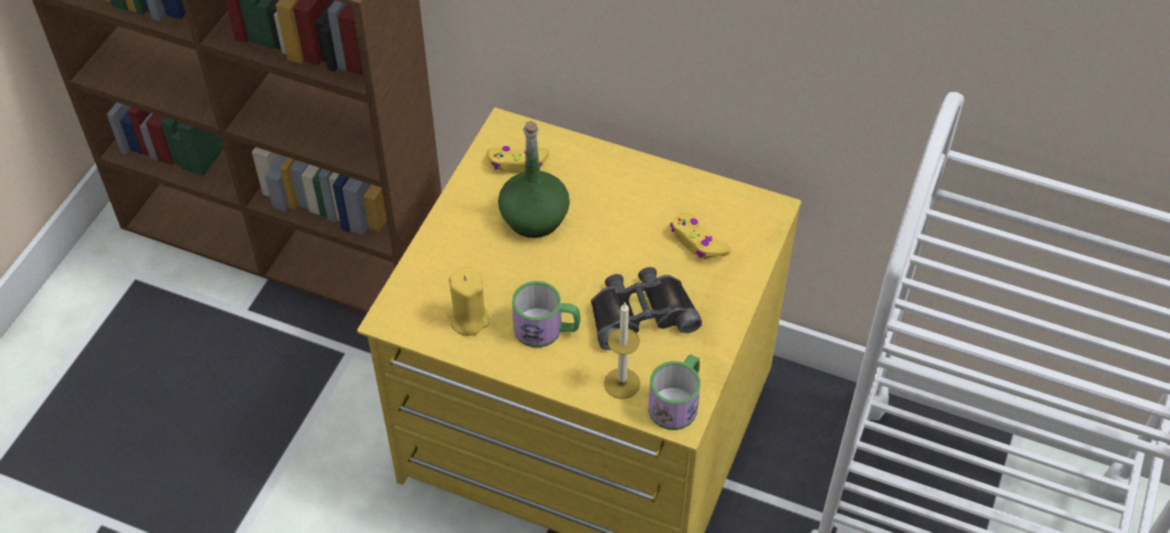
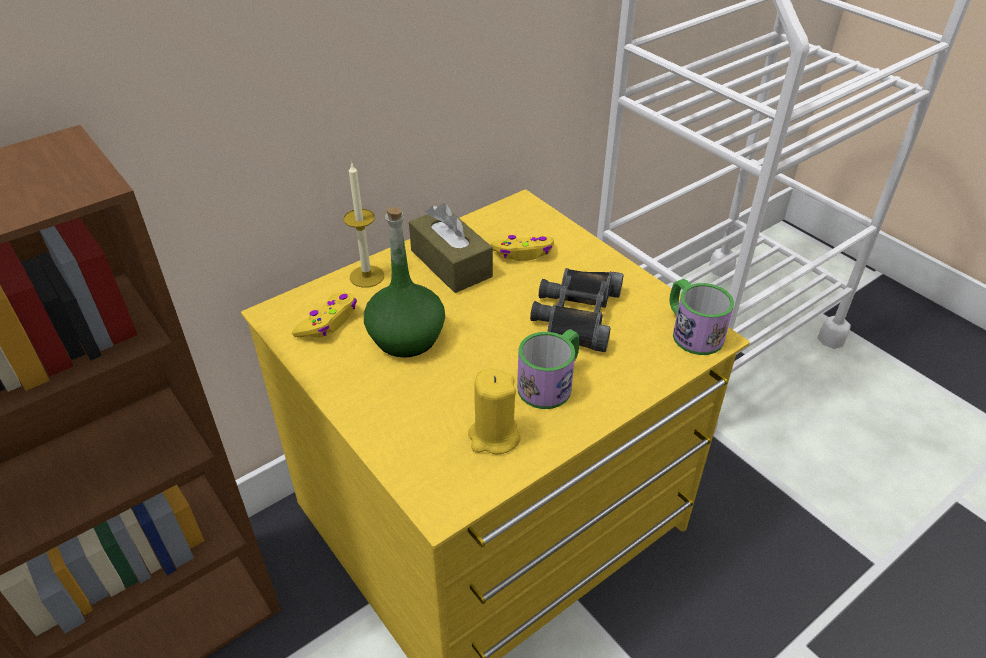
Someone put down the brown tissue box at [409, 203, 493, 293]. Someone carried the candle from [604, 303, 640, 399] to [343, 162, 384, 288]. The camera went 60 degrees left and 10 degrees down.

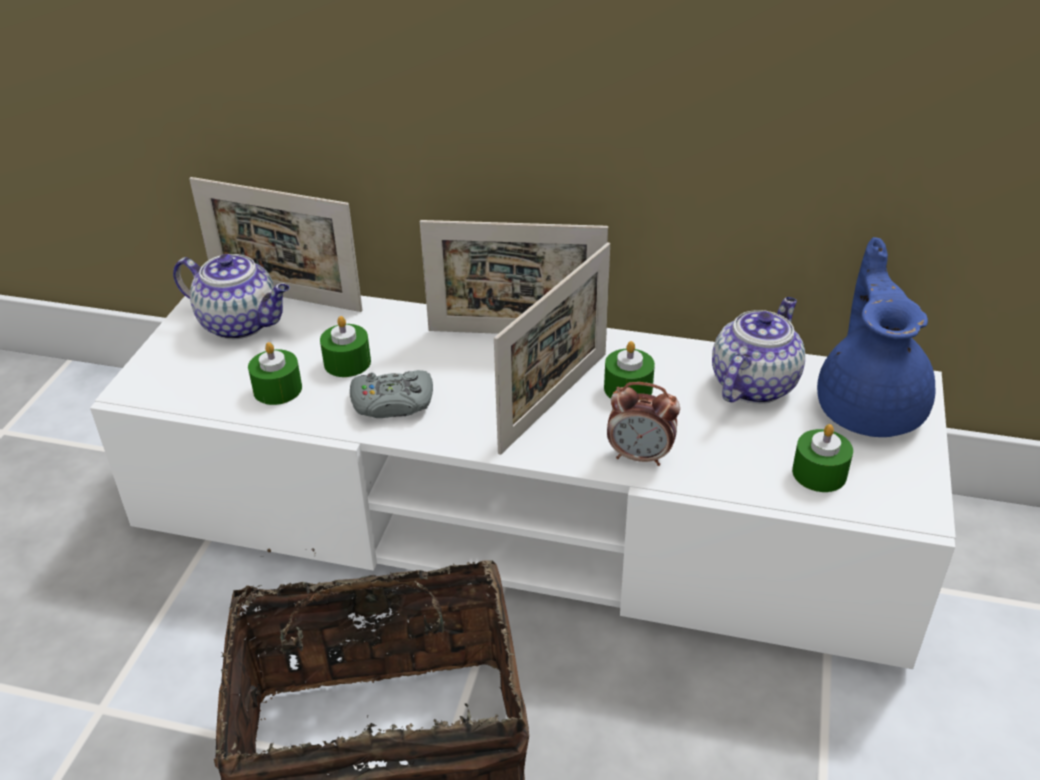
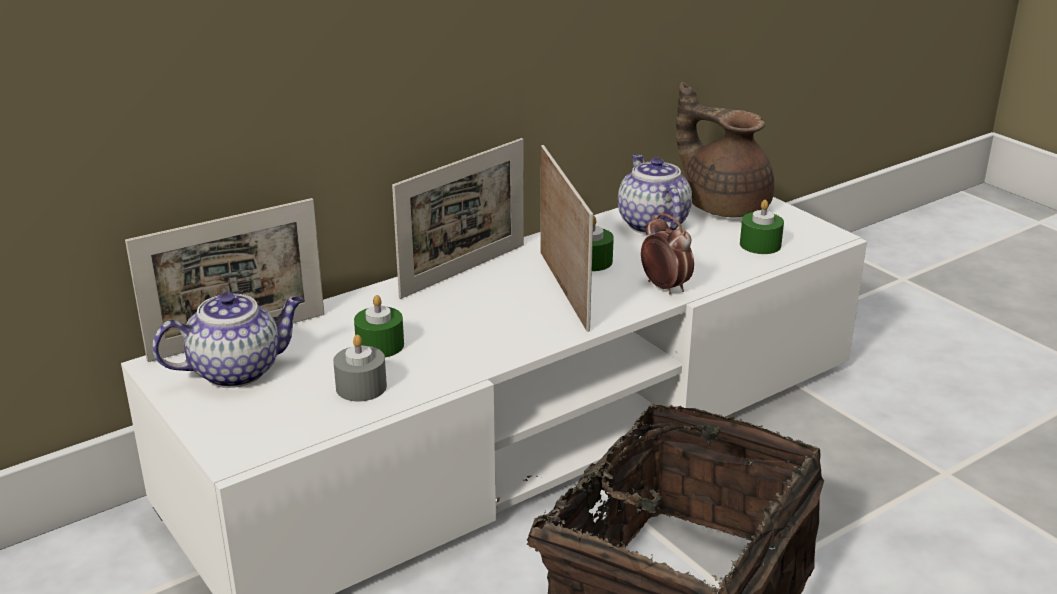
Someone took away the grey game controller at [350, 370, 433, 418]. Someone repainted the green candle at [248, 342, 302, 405], which became the grey candle at [333, 335, 387, 401]. Someone repainted the blue teapot at [817, 237, 935, 437], which became the brown teapot at [676, 82, 774, 217]. Someone rotated the alarm clock at [607, 382, 680, 466] by 90 degrees counterclockwise. The camera went 50 degrees left and 10 degrees down.

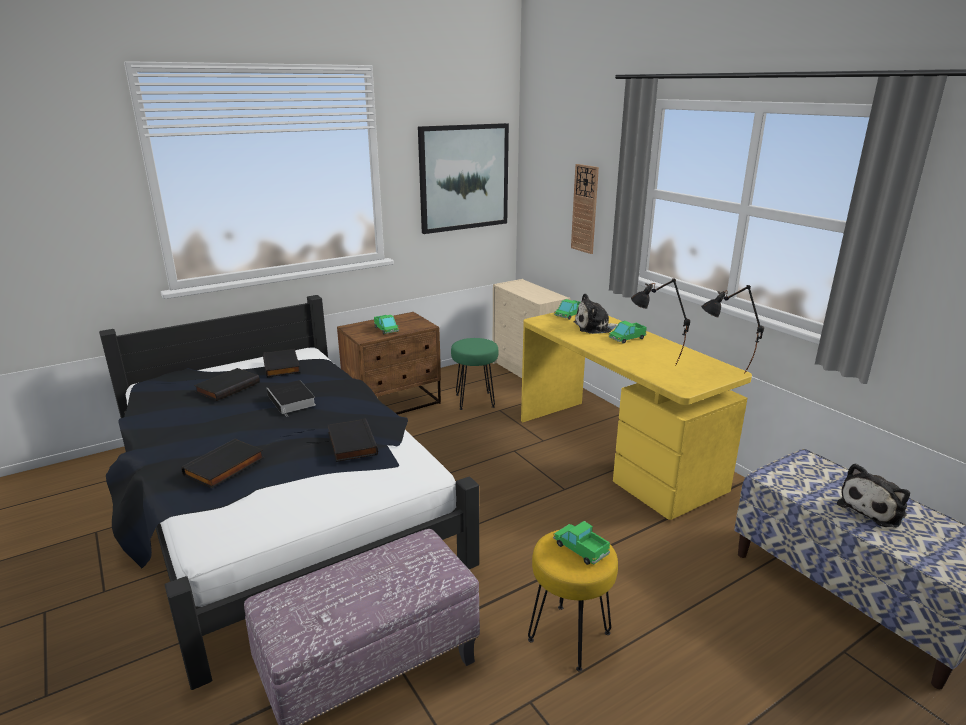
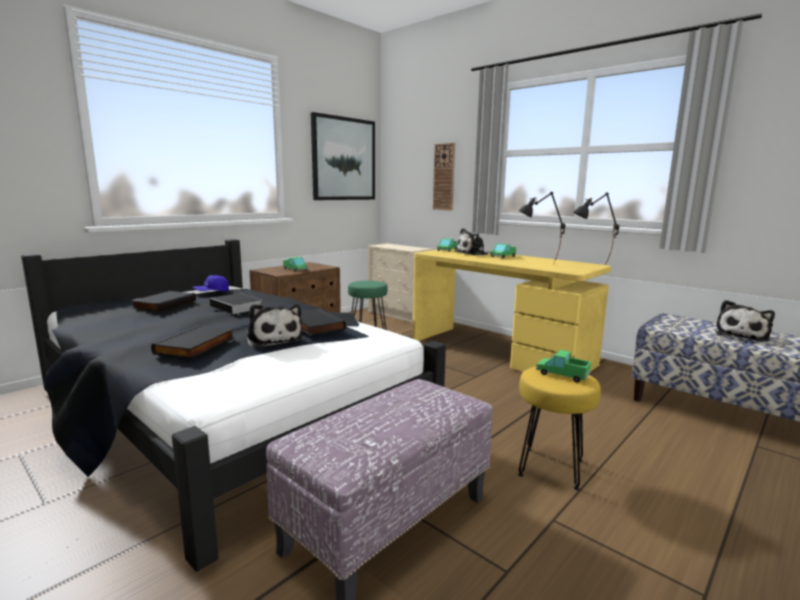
Someone put down the plush toy at [246, 304, 303, 349]. Someone swapped the black book at [263, 349, 300, 377] for the blue cap at [193, 275, 229, 292]. The camera went 15 degrees left and 10 degrees down.

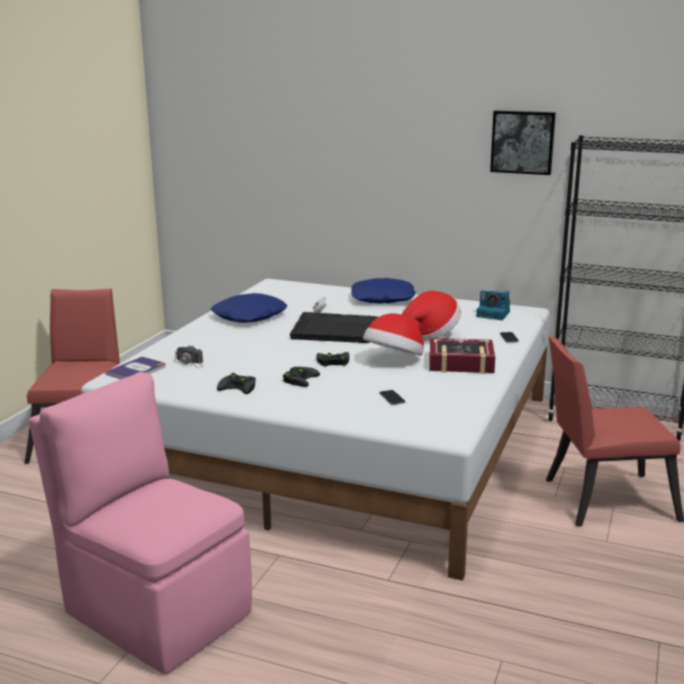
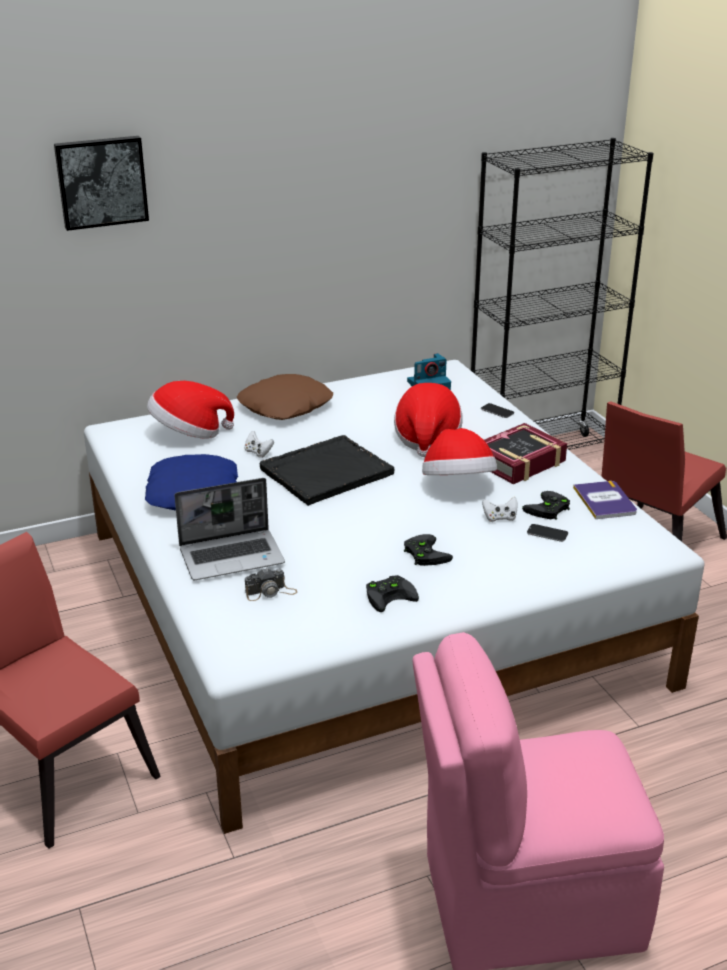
Someone put down the hat at [147, 381, 234, 439]. Someone put down the laptop at [174, 478, 285, 580]. Someone put down the white game controller at [482, 497, 517, 522]. Someone carried the book from [105, 356, 166, 379] to [573, 481, 637, 519]. Someone carried the black game controller from [317, 352, 350, 367] to [522, 491, 570, 520]. Someone carried the picture from [490, 111, 556, 175] to [54, 136, 149, 231]. Someone repainted the blue pillow at [351, 278, 415, 303], which became the brown pillow at [237, 374, 333, 420]. The camera went 45 degrees left and 10 degrees up.

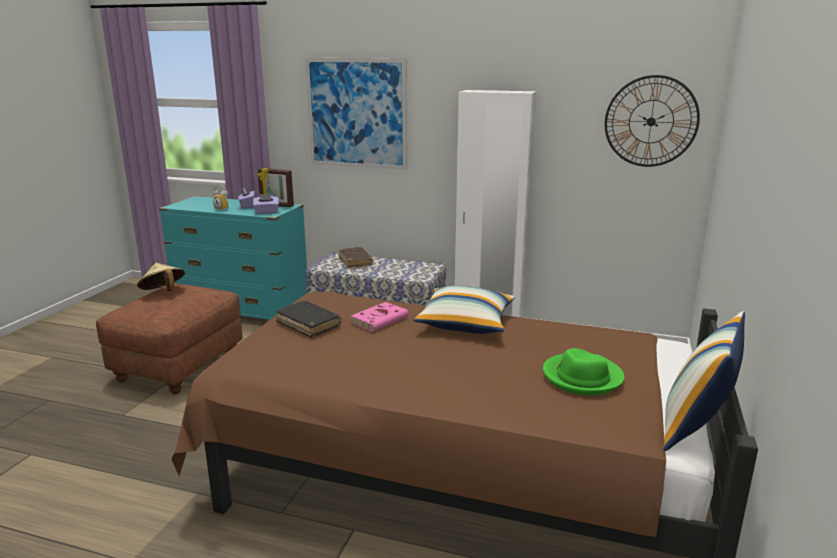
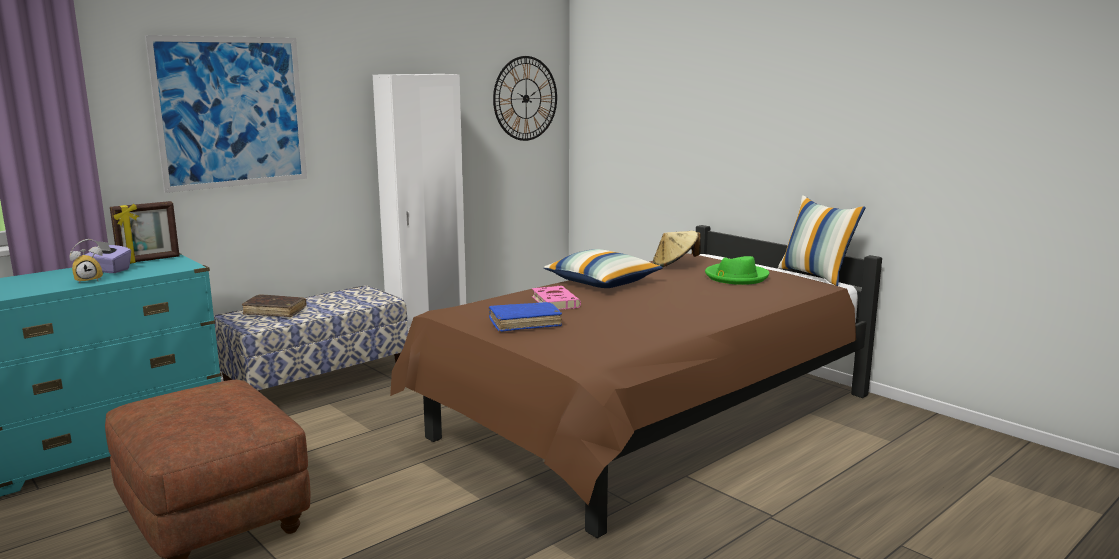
Someone took away the purple tissue box at [253, 194, 279, 214]. Someone carried the beige hat from [137, 263, 185, 291] to [653, 231, 701, 267]. Someone repainted the black book at [276, 301, 341, 338], which became the blue book at [489, 302, 562, 332]. The camera went 60 degrees left and 5 degrees down.

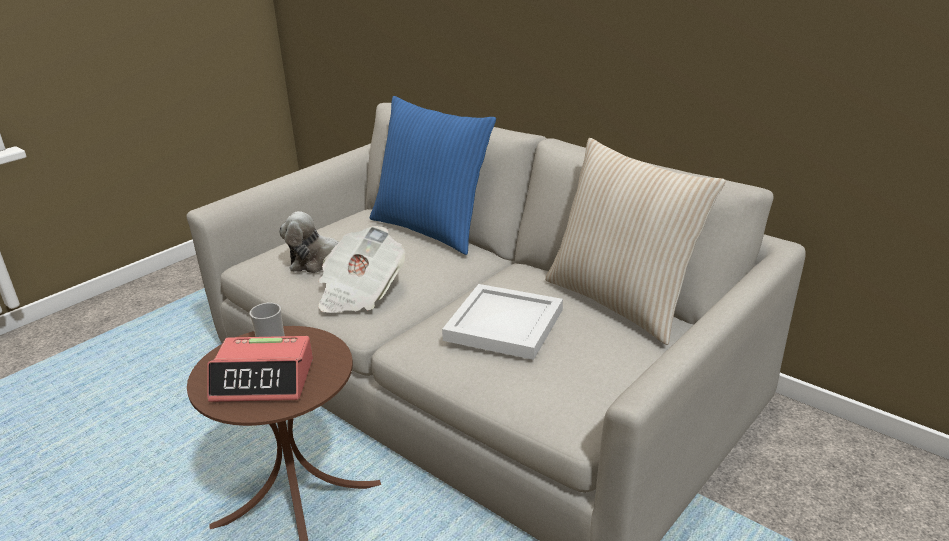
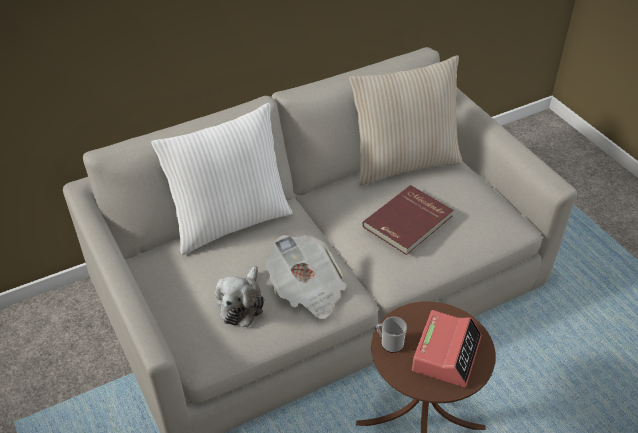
Someone swapped the white tray at [442, 284, 563, 360] for the red book at [362, 185, 453, 255]. Someone repainted the blue pillow at [370, 96, 496, 255], which became the white pillow at [151, 103, 292, 255]. The camera went 70 degrees left and 15 degrees up.

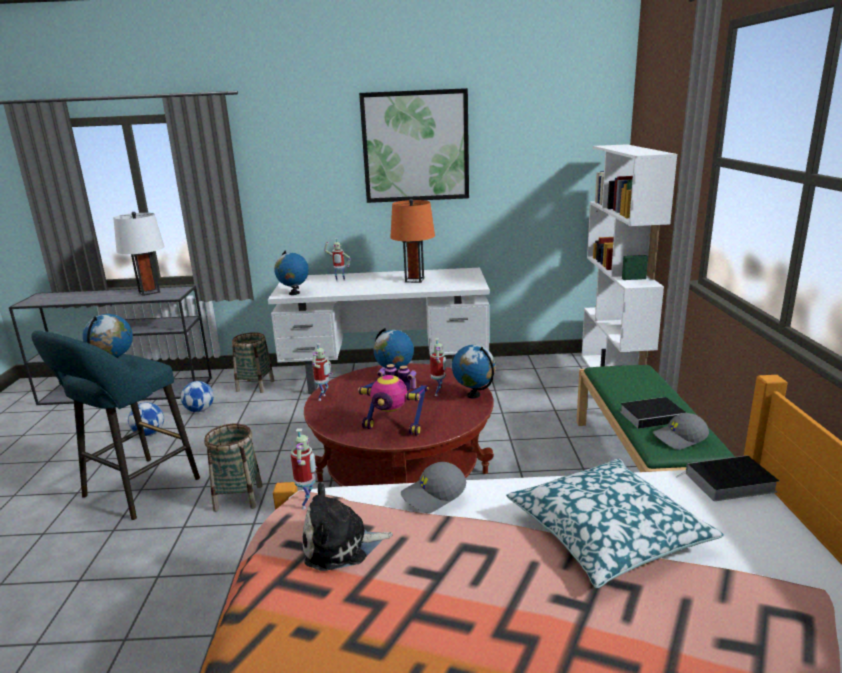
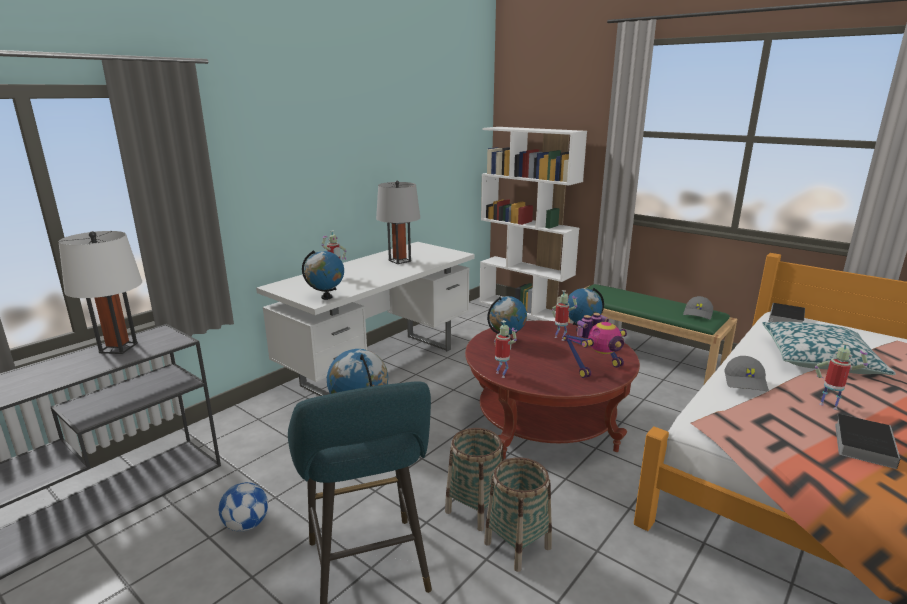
Someone took away the football at [181, 381, 214, 412]. Someone took away the plush toy at [302, 482, 393, 571]. Someone took away the picture at [359, 88, 469, 203]. Someone carried the basket from [232, 332, 274, 393] to [484, 457, 552, 572]. Someone carried the toy robot from [291, 429, 317, 510] to [815, 342, 868, 410]. Someone carried the book from [620, 397, 687, 429] to [835, 414, 900, 469]. Someone repainted the orange table lamp at [390, 199, 435, 283], which became the grey table lamp at [376, 181, 420, 264]. The camera went 50 degrees left and 0 degrees up.

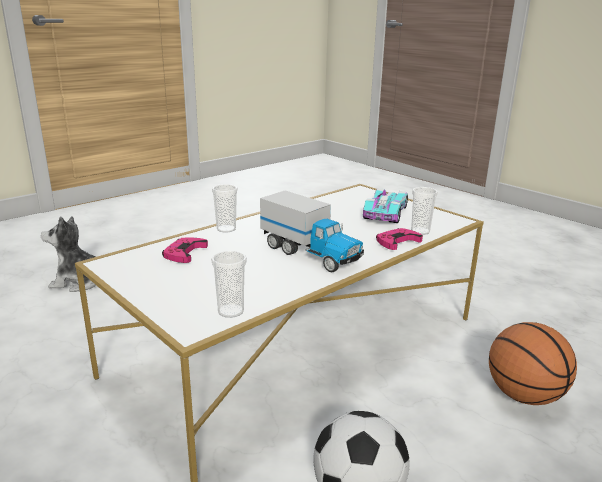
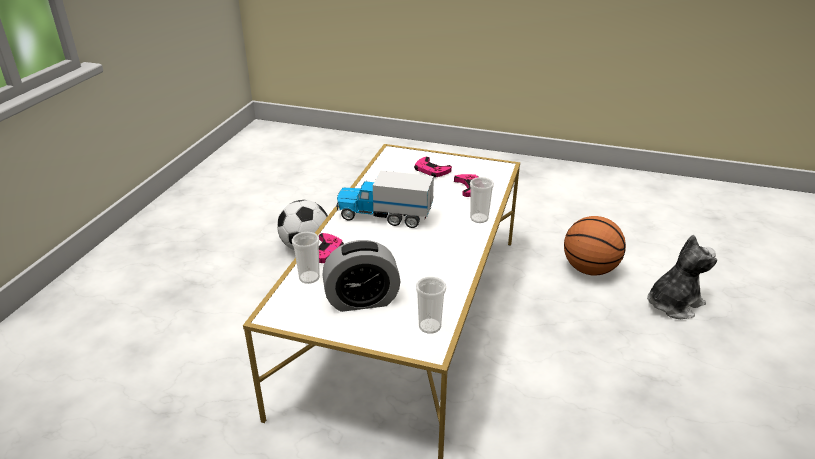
Someone put down the pink game controller at [414, 157, 452, 178]. Someone carried the cup from [211, 250, 247, 318] to [416, 277, 446, 334]. Someone carried the basketball from [489, 322, 577, 405] to [564, 216, 626, 276]. Someone swapped the toy car at [363, 189, 408, 223] for the alarm clock at [323, 240, 401, 312]. The camera went 150 degrees right and 10 degrees up.

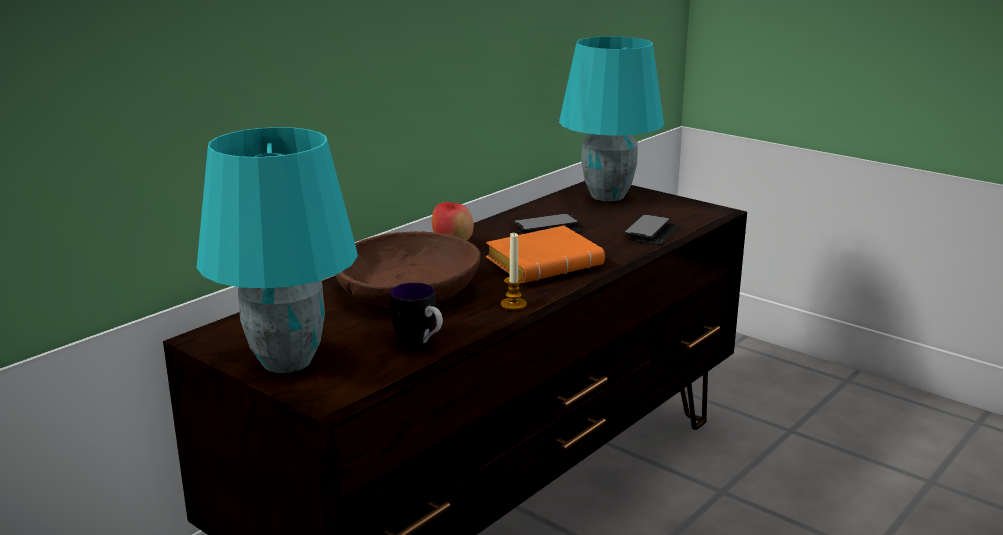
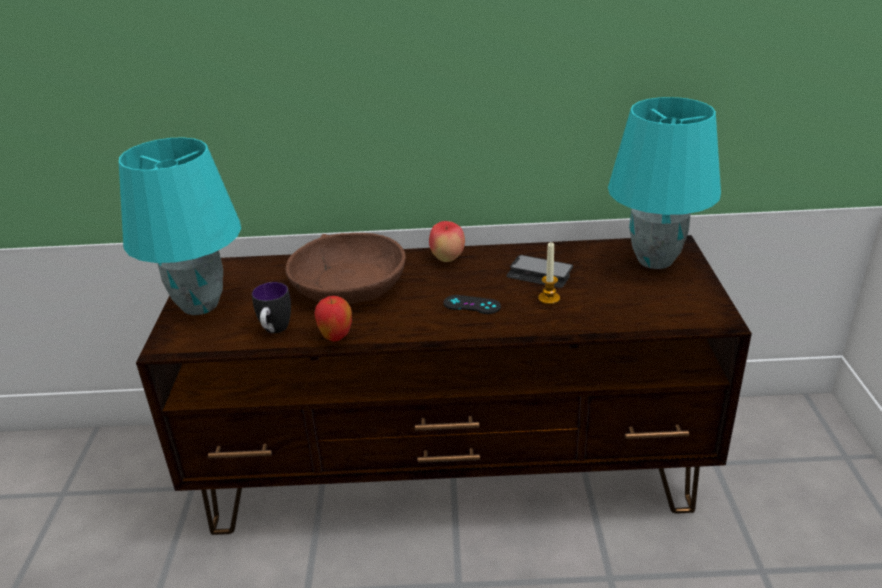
Someone took away the phone at [623, 214, 680, 245]. Someone put down the apple at [315, 296, 352, 341]. Someone carried the candle from [501, 233, 527, 310] to [538, 242, 560, 304]. Someone swapped the orange book at [486, 226, 605, 283] for the black game controller at [444, 295, 501, 314]. The camera went 50 degrees right and 10 degrees up.

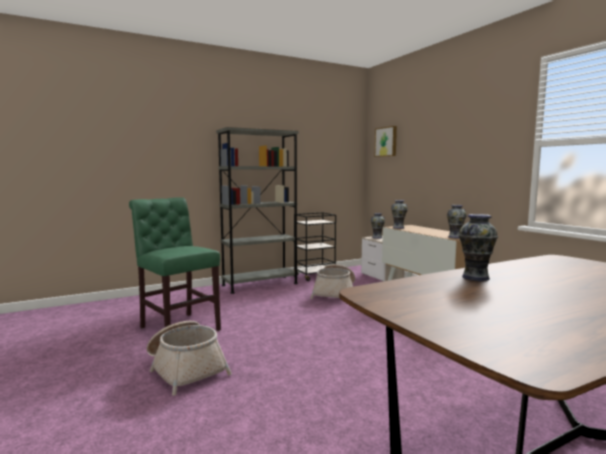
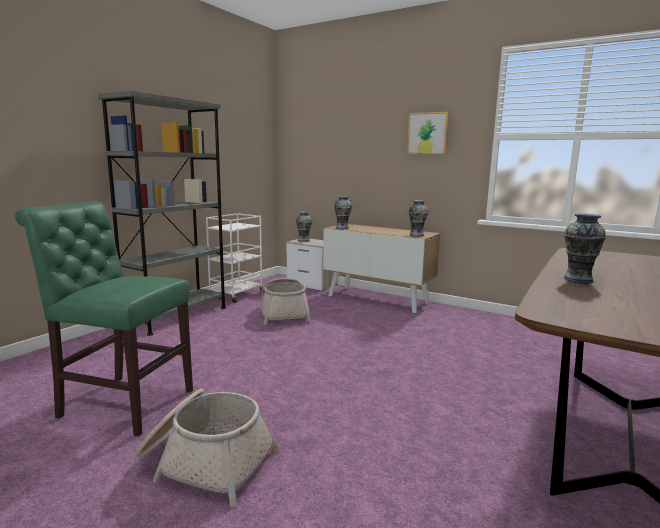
Someone carried the picture from [375, 126, 397, 157] to [407, 112, 449, 154]. Someone repainted the black cart at [293, 212, 336, 281], which became the white cart at [206, 213, 263, 303]. The camera went 30 degrees left and 5 degrees up.

